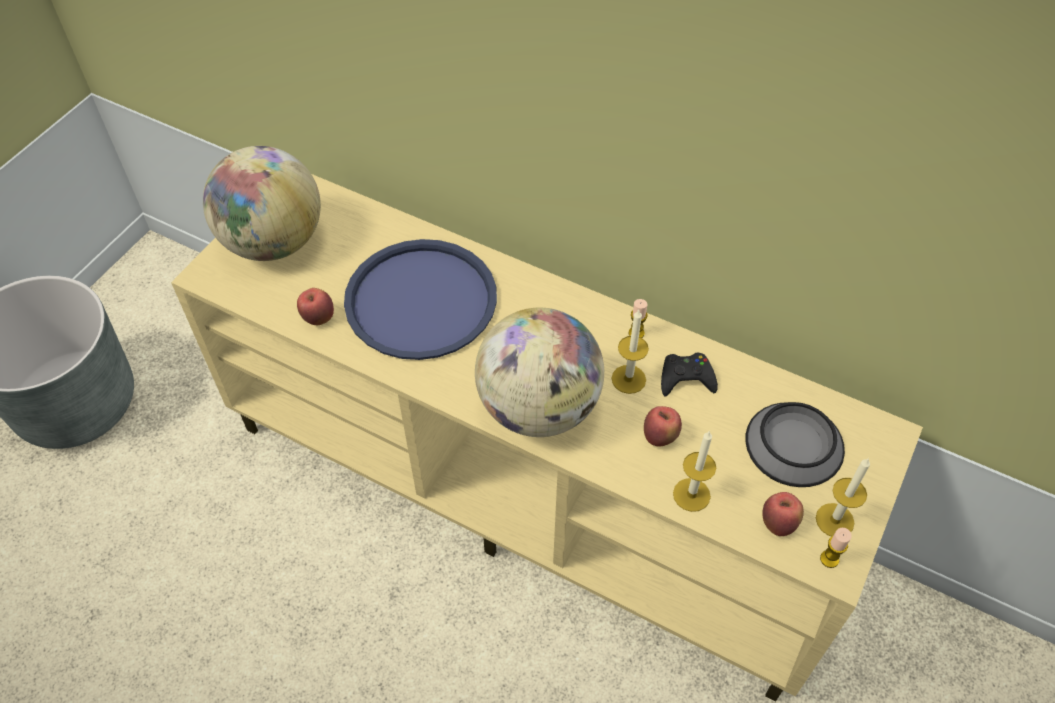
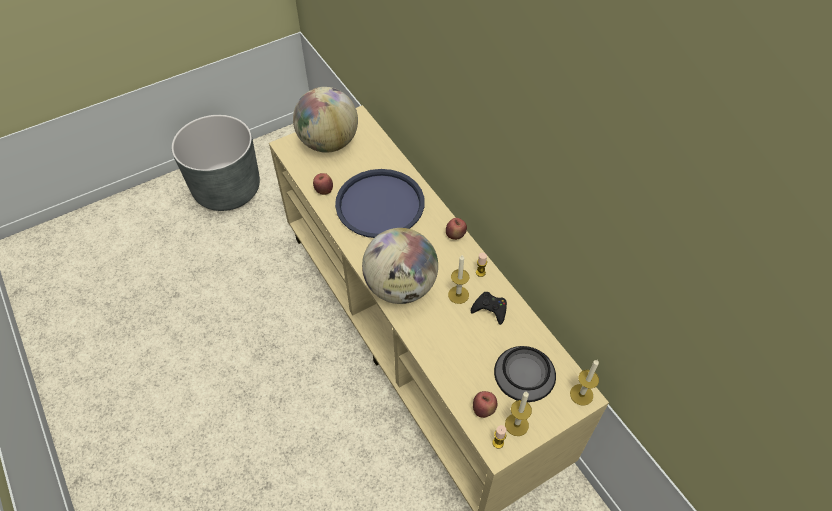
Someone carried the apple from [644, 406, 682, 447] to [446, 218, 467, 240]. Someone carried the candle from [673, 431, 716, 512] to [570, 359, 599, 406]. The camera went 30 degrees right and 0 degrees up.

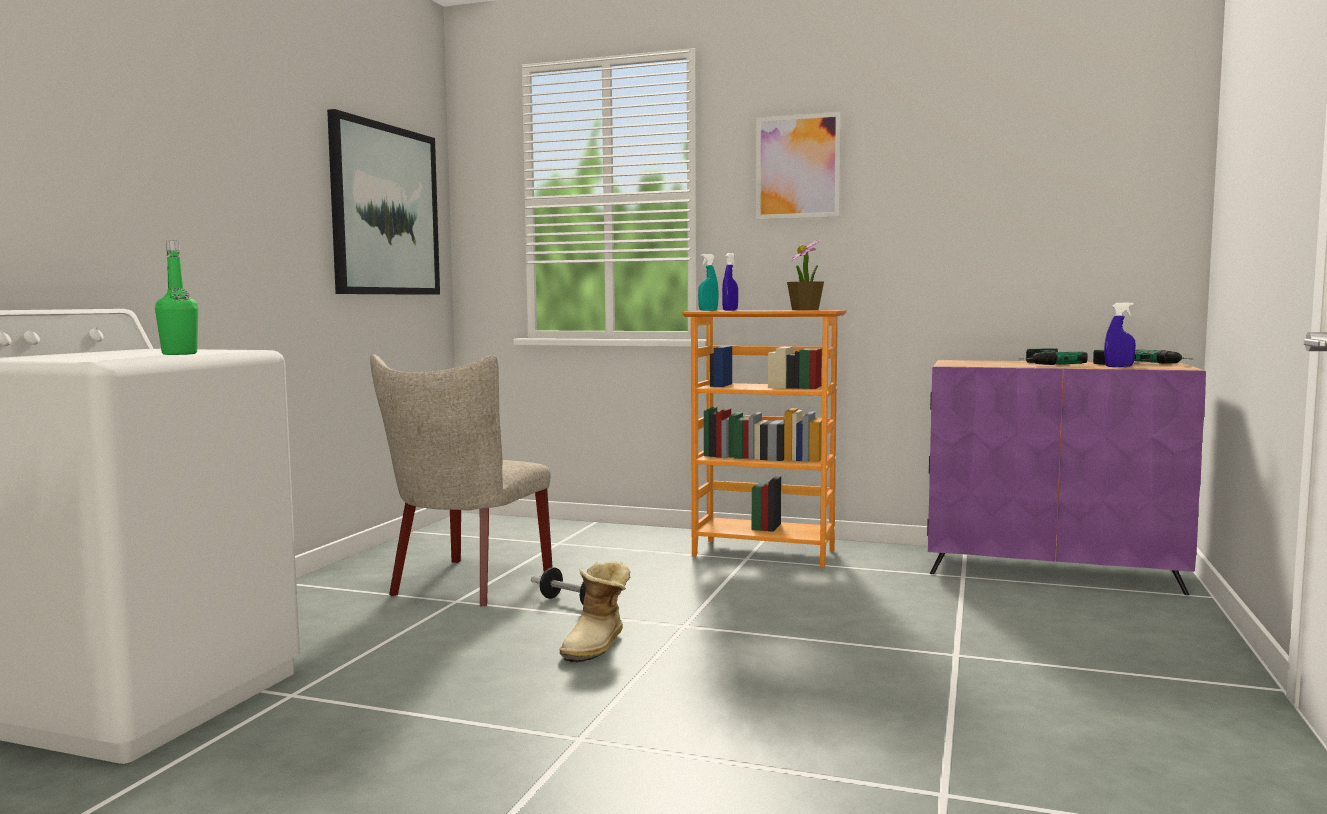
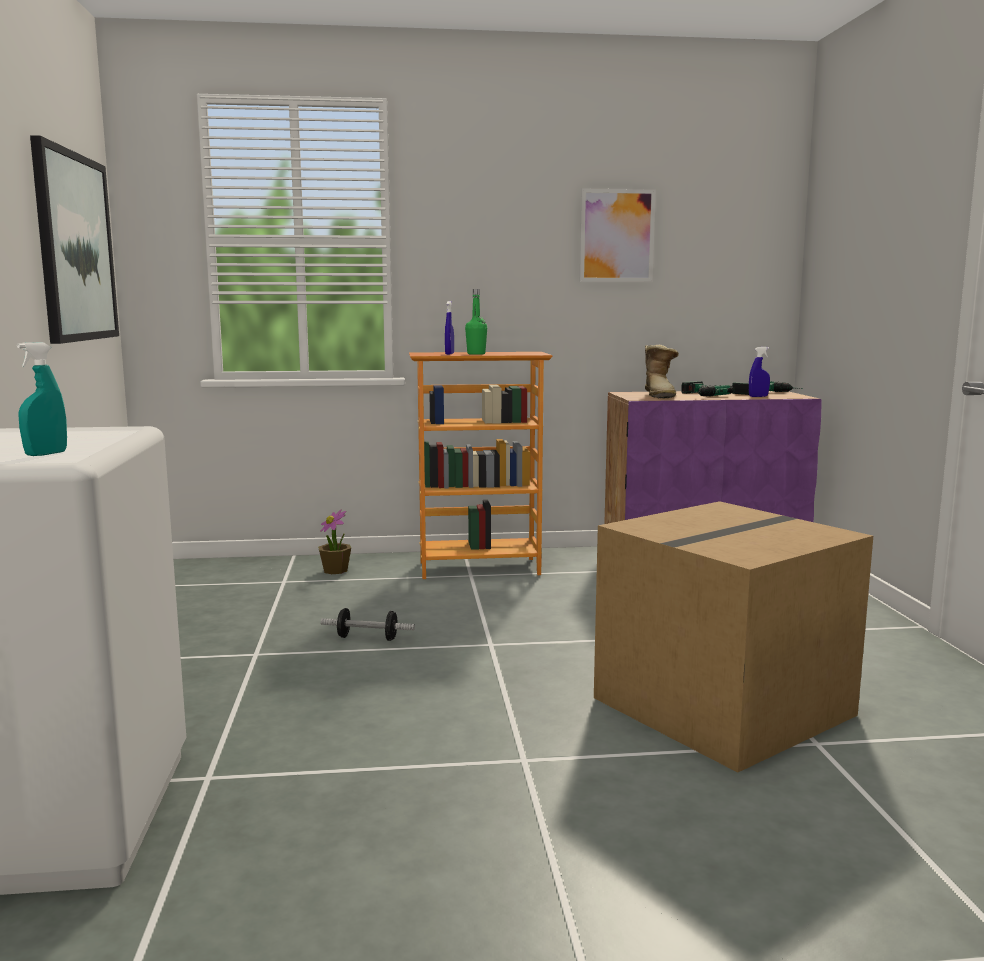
Someone took away the beige chair at [370, 354, 553, 607]. Someone put down the cardboard box at [594, 501, 873, 772]. Someone carried the green bottle from [155, 241, 199, 355] to [465, 289, 487, 355]. Someone carried the boot from [559, 561, 631, 663] to [645, 345, 679, 399]. Someone carried the turquoise spray bottle from [698, 254, 719, 311] to [17, 342, 67, 456]. Someone carried the picture from [756, 112, 841, 220] to [580, 189, 656, 282]. Someone carried the potted plant from [787, 240, 824, 310] to [318, 509, 351, 574]. The camera went 25 degrees left and 5 degrees up.

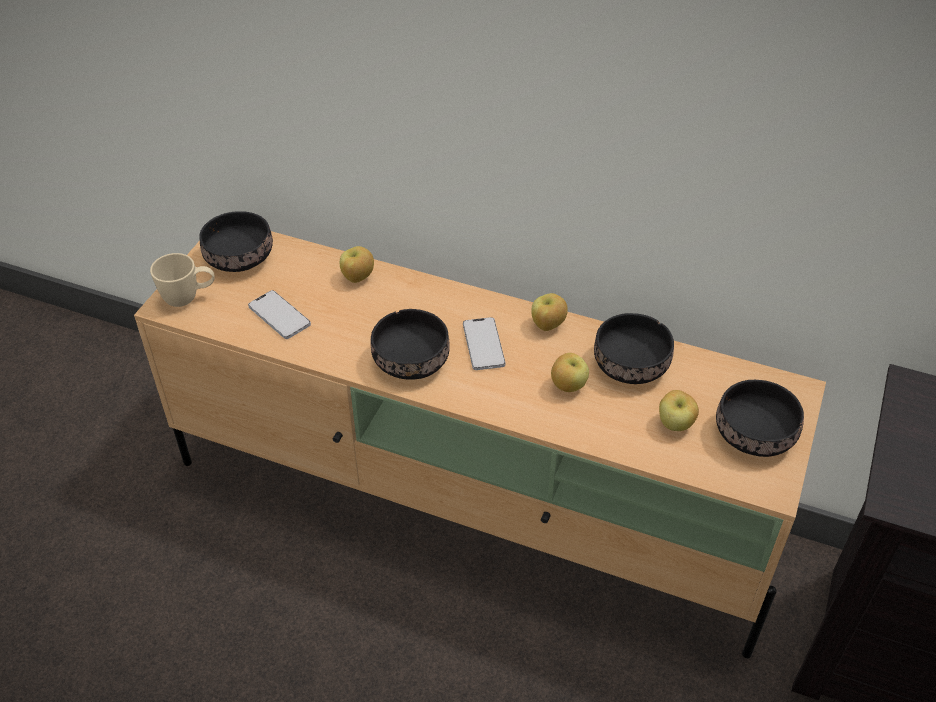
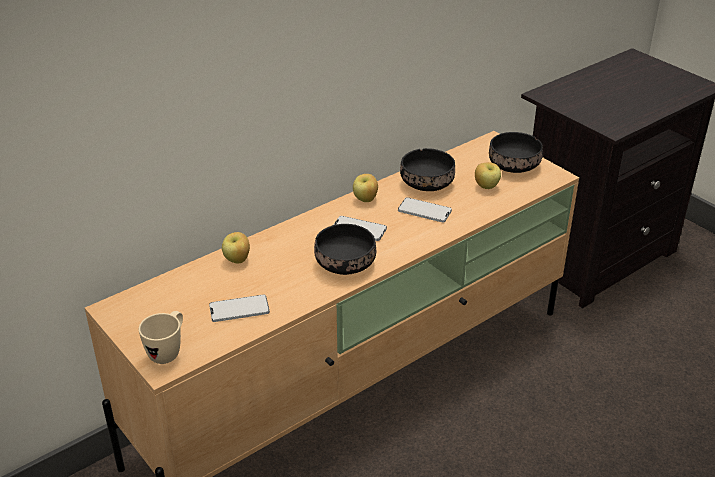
Someone took away the black bowl at [199, 211, 273, 272]. Someone swapped the apple at [551, 353, 589, 392] for the phone at [398, 197, 452, 222]. The camera went 60 degrees left and 10 degrees down.

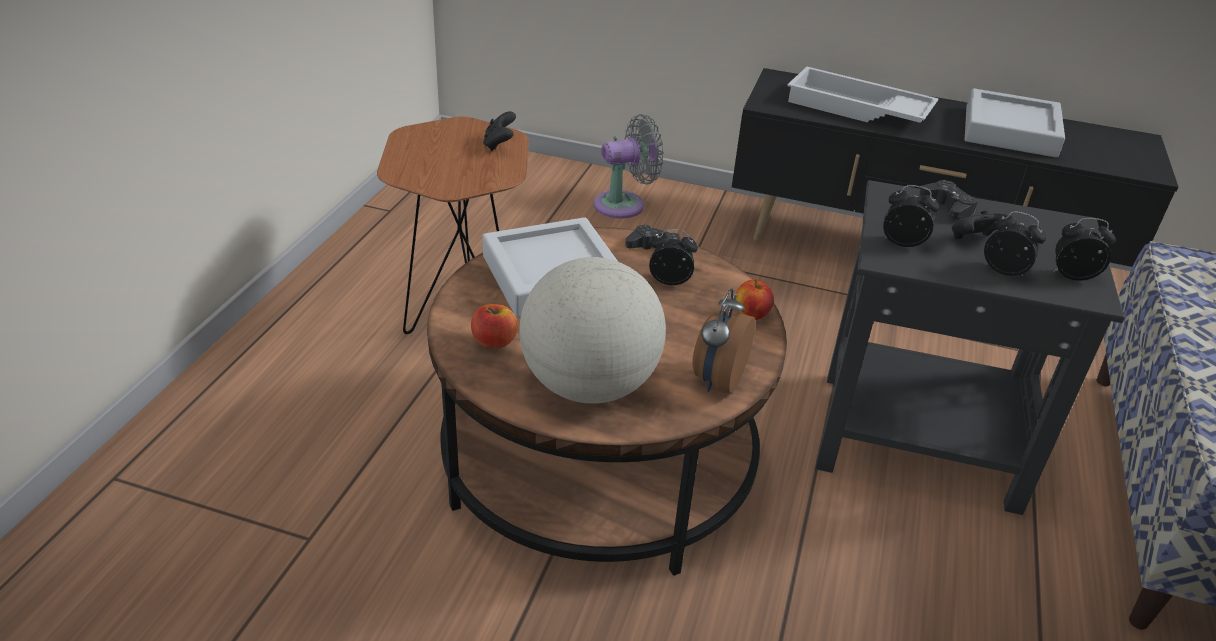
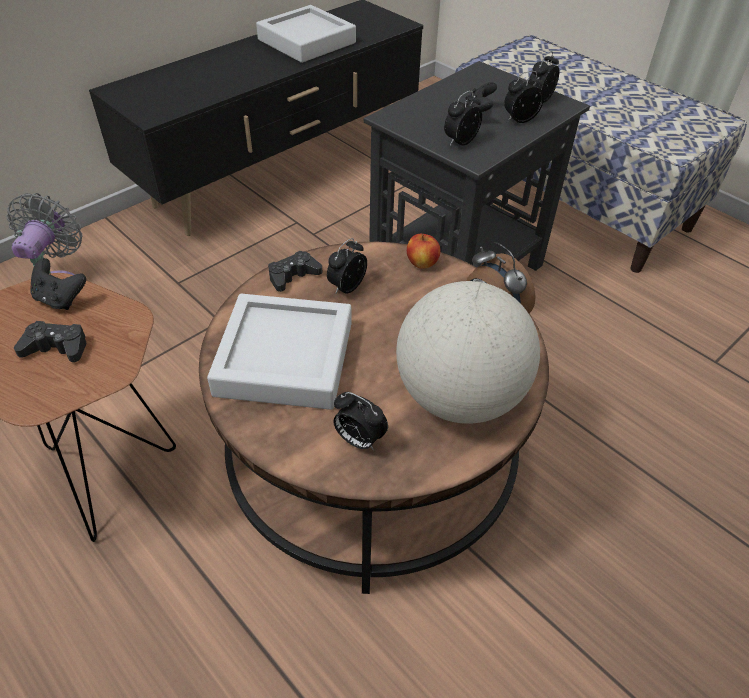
Someone took away the white tray at [787, 67, 939, 123]. Someone carried the black game controller from [919, 180, 978, 220] to [14, 321, 86, 362]. Someone swapped the apple at [471, 304, 518, 349] for the alarm clock at [333, 392, 388, 450]. The camera went 60 degrees left and 10 degrees up.

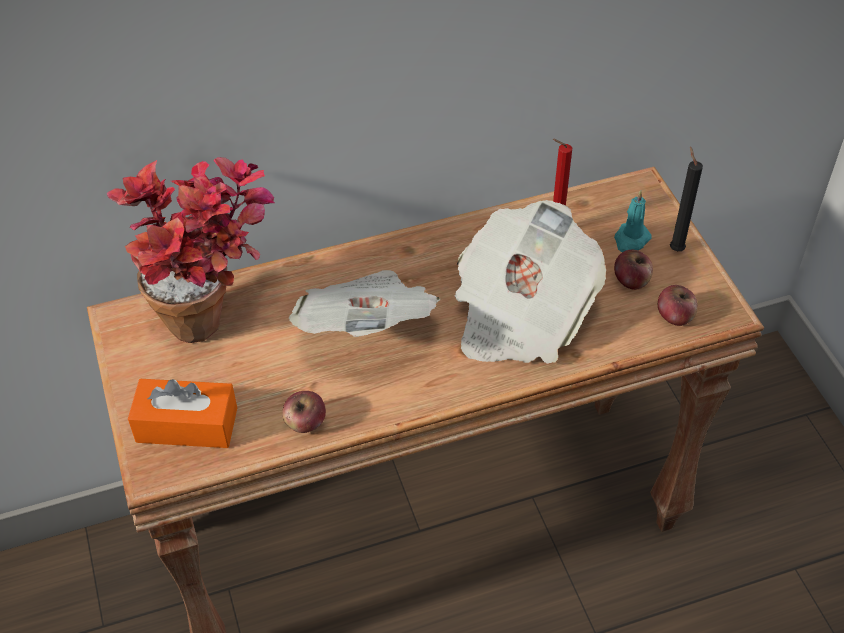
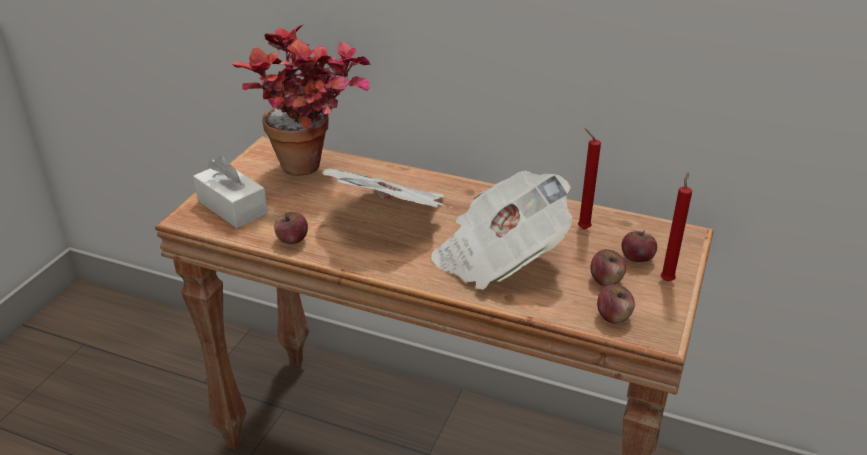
Someone swapped the turquoise candle at [614, 190, 651, 252] for the apple at [622, 230, 657, 262]. Someone repainted the orange tissue box at [128, 379, 237, 448], which became the white tissue box at [193, 156, 268, 228]. Someone repainted the black candle at [670, 146, 703, 251], which became the red candle at [660, 172, 692, 281]. The camera went 40 degrees right and 15 degrees down.

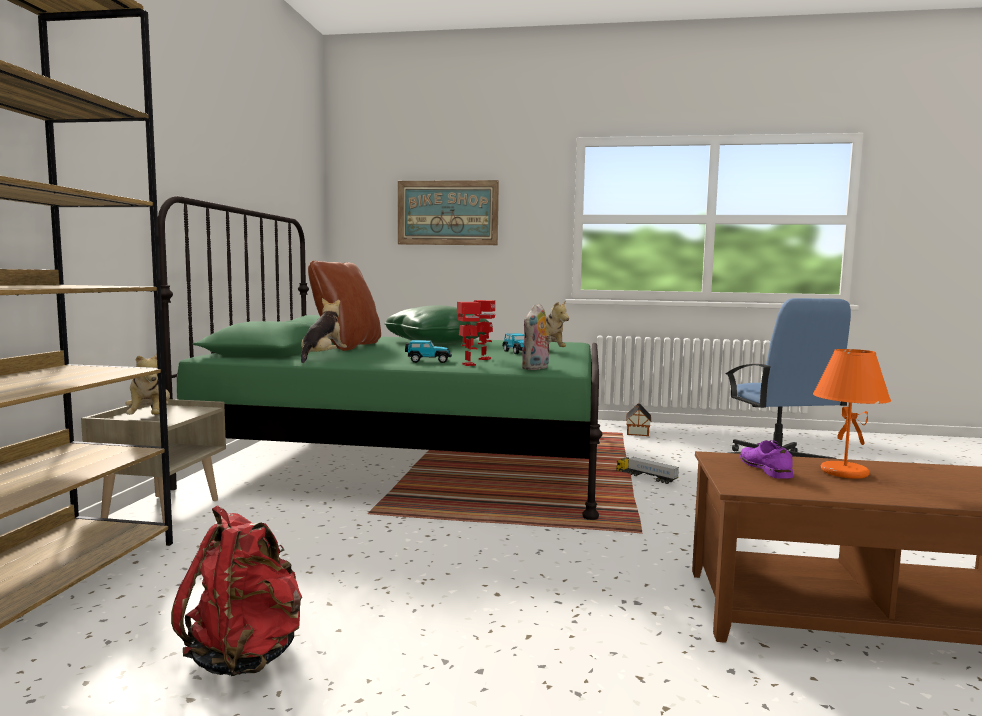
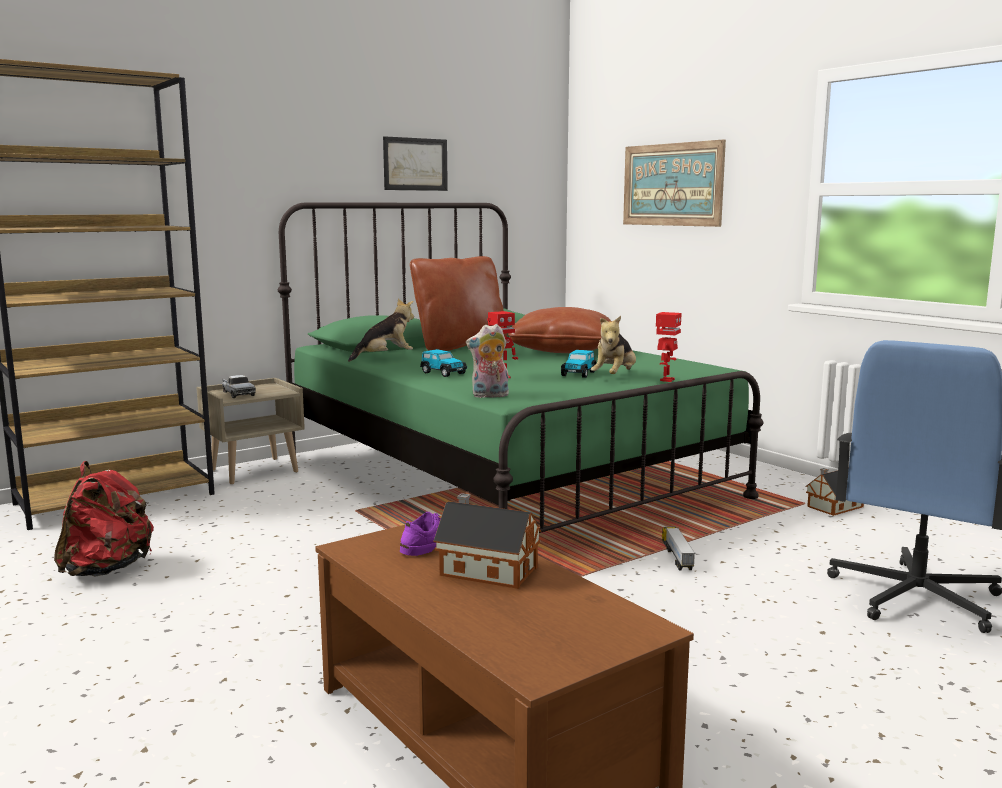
Someone put up the picture at [383, 136, 448, 191]. Someone carried the toy robot from [457, 302, 480, 366] to [656, 312, 681, 382]. Someone swapped the plush toy at [125, 354, 170, 415] for the toy truck at [222, 375, 256, 398]. Someone swapped the orange table lamp at [813, 349, 891, 479] for the toy house at [433, 493, 541, 589]. Someone repainted the green pillow at [384, 305, 493, 344], which became the brown pillow at [508, 307, 611, 353]. The camera went 45 degrees right and 5 degrees up.

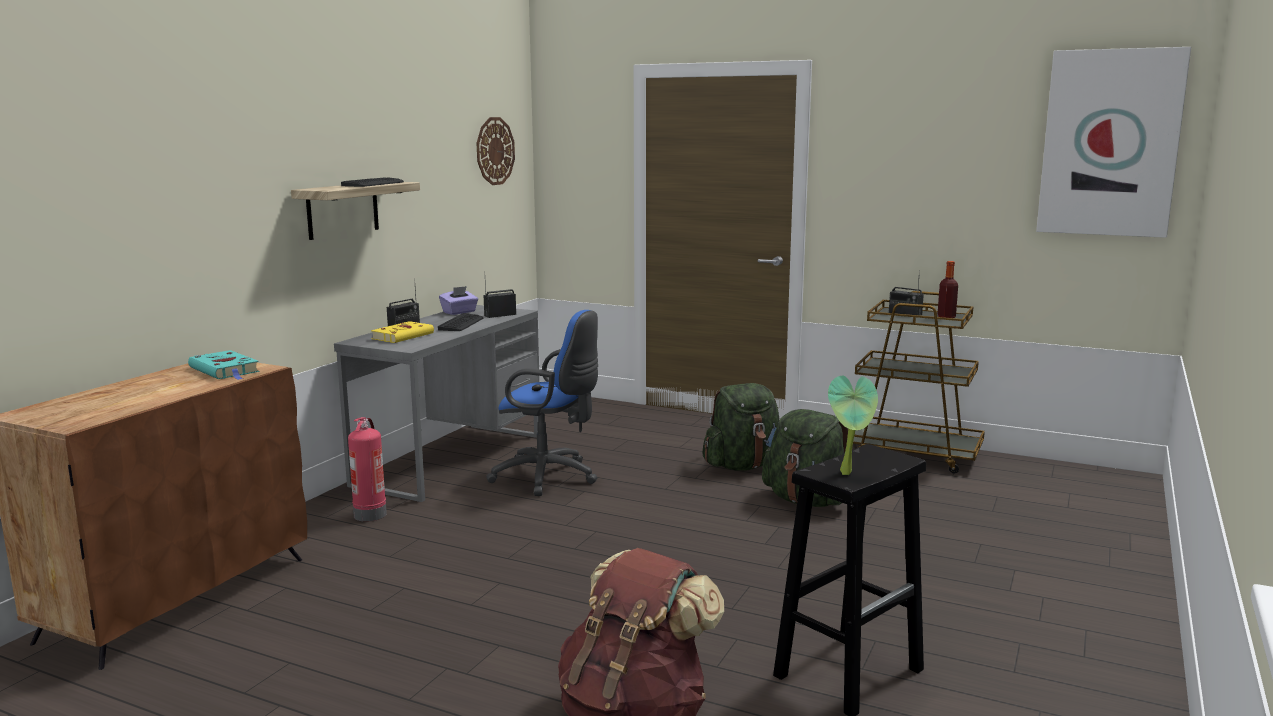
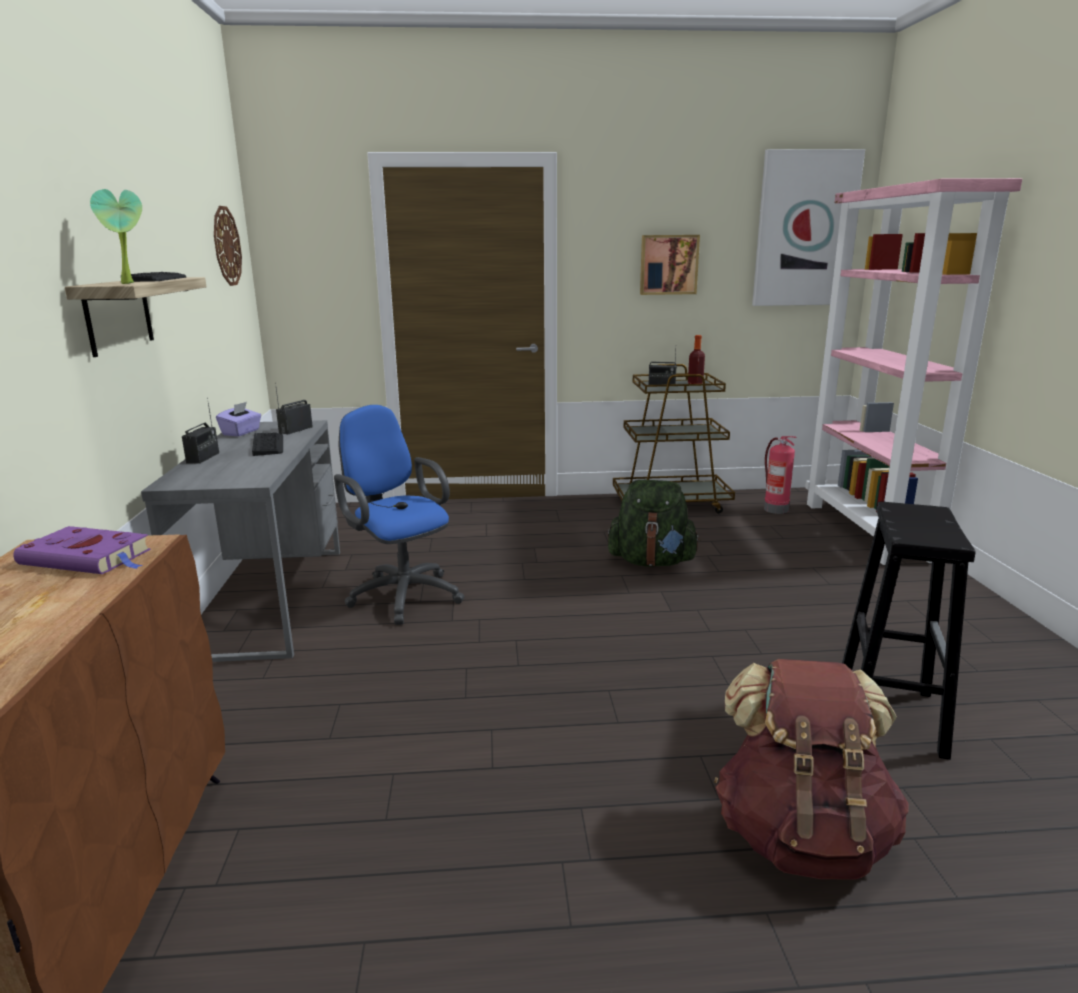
Someone took away the yellow book at [371, 321, 434, 343]. Someone took away the green backpack at [702, 383, 779, 471]. Someone put up the picture at [640, 235, 700, 295]. Someone put down the pink bookcase at [805, 178, 1022, 565]. Someone carried the fire extinguisher from [348, 417, 387, 522] to [764, 436, 797, 514]. Someone carried the potted plant from [828, 376, 878, 475] to [90, 189, 142, 284]. Someone repainted the turquoise book at [188, 350, 260, 380], which became the purple book at [13, 526, 151, 574]. Someone rotated the blue office chair at [486, 310, 598, 496] by 120 degrees counterclockwise. The camera went 30 degrees left and 5 degrees up.

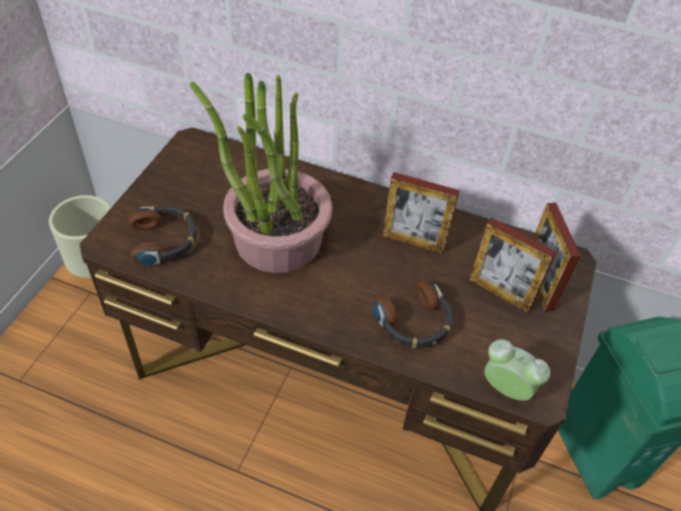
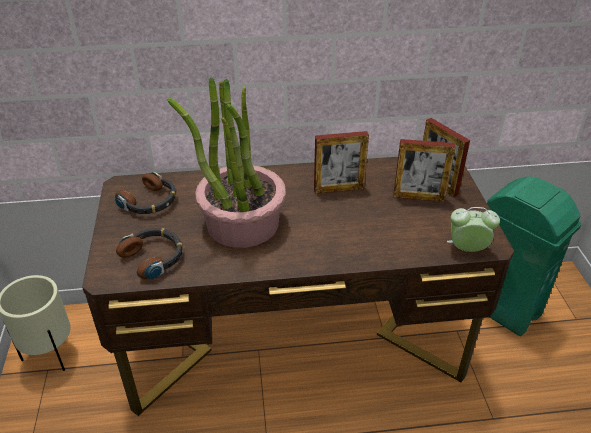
Someone carried the headphones from [372, 280, 453, 348] to [115, 172, 176, 214]. The camera went 25 degrees left and 10 degrees down.

